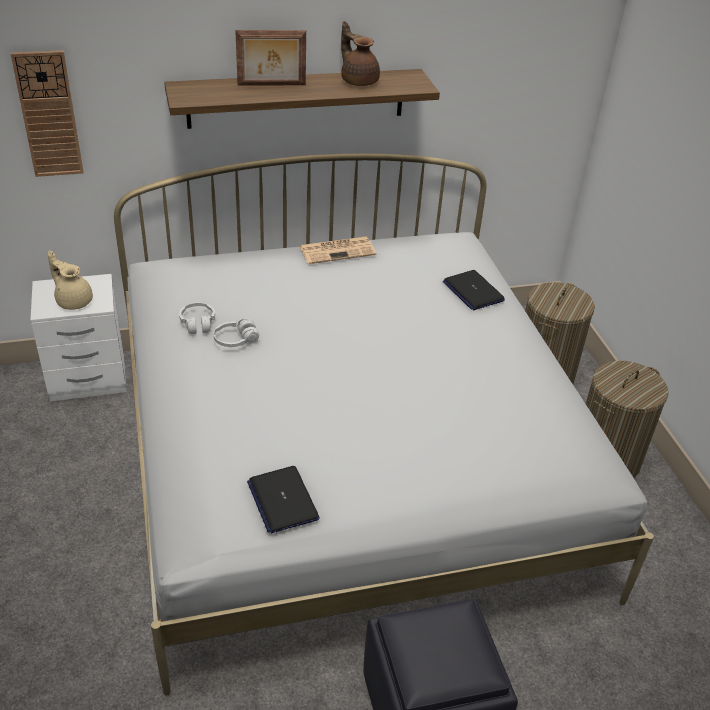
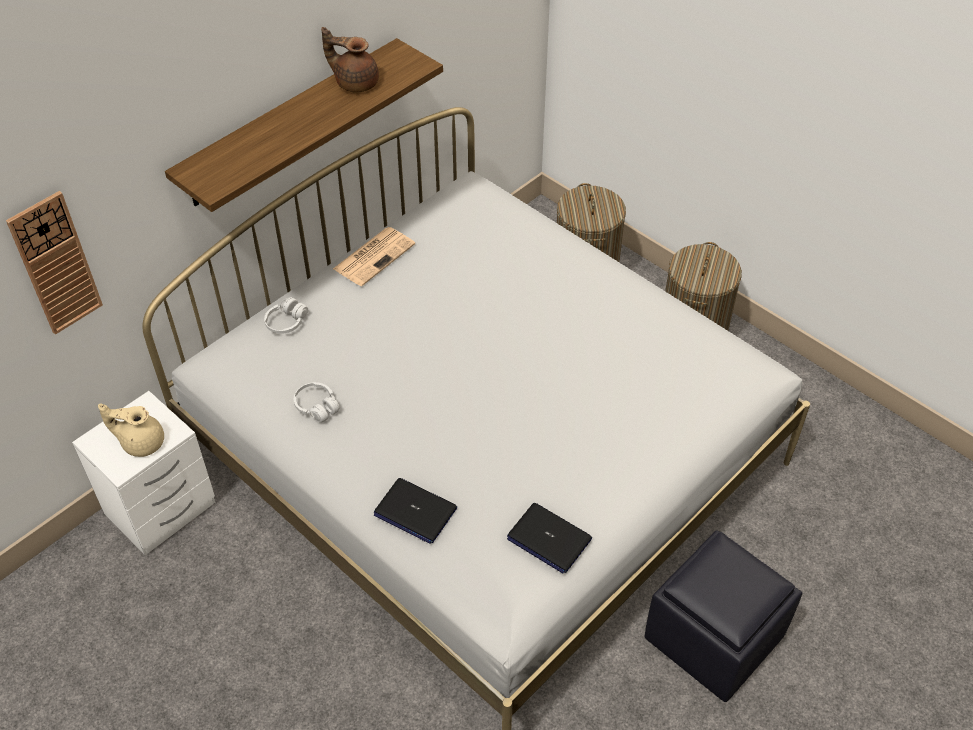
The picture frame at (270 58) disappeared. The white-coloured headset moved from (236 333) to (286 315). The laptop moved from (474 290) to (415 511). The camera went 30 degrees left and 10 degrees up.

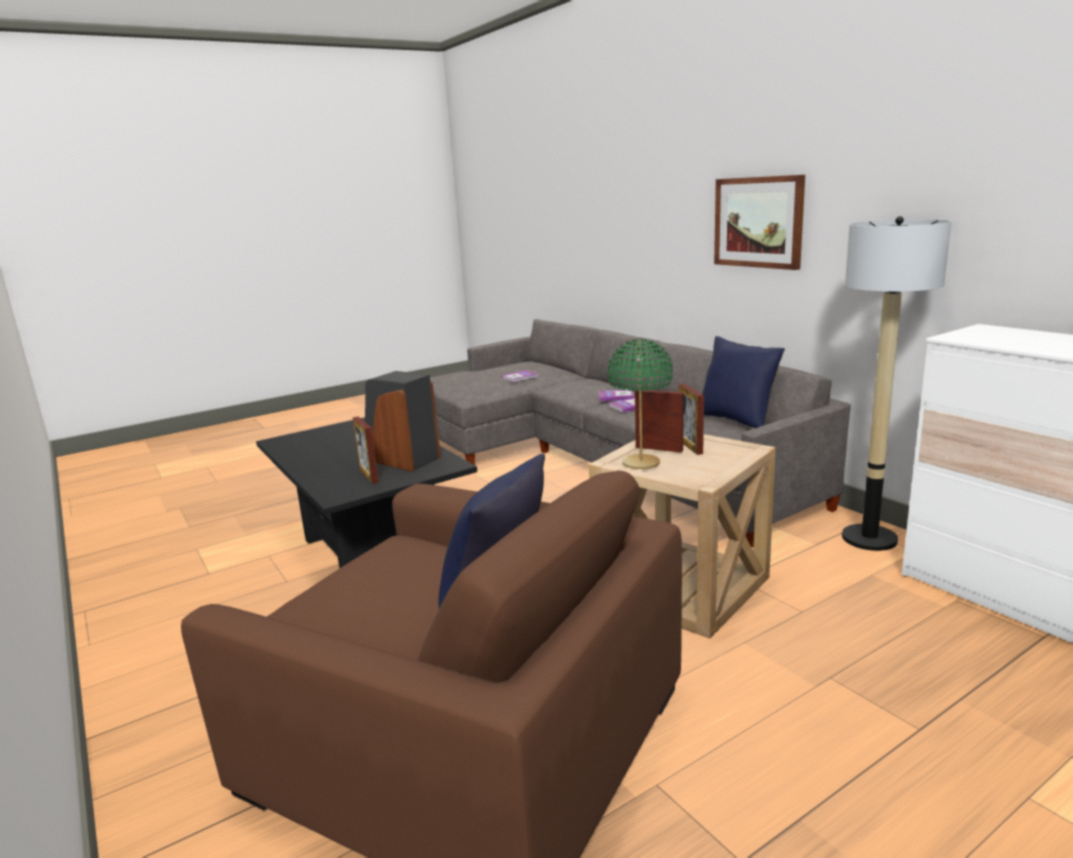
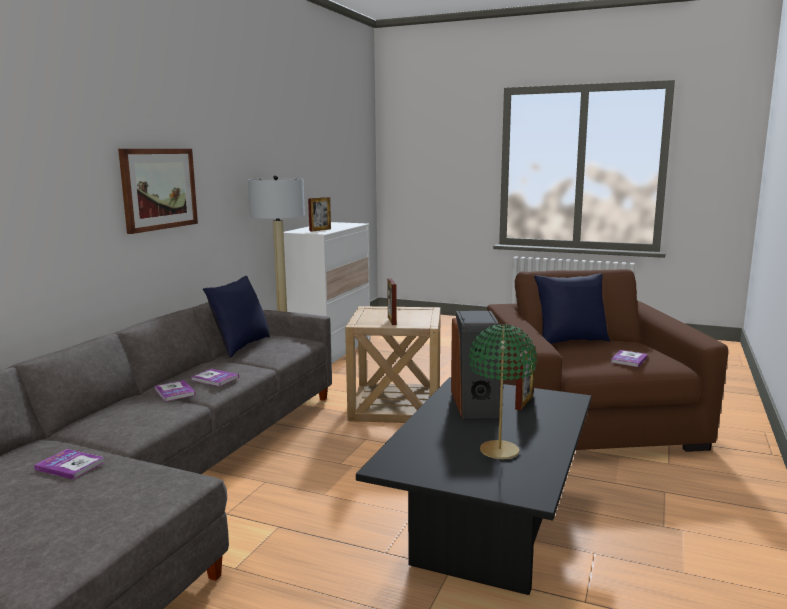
The volume at (629 358) appeared. The green-coloured tabletop lamp moved from (640 404) to (503 391). The picture frame moved from (691 419) to (319 214). The camera went 125 degrees left and 5 degrees down.

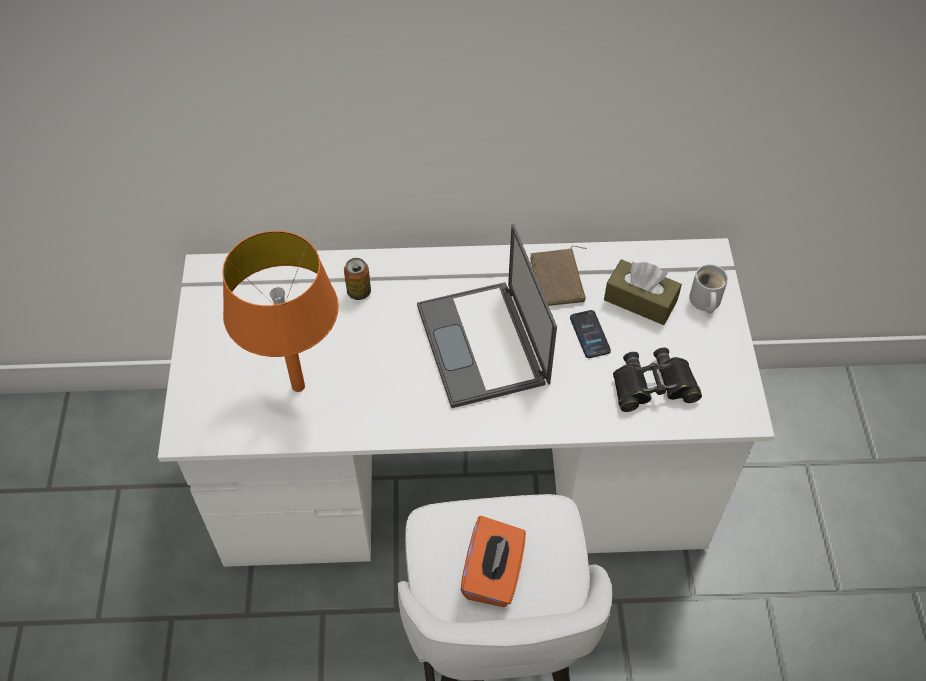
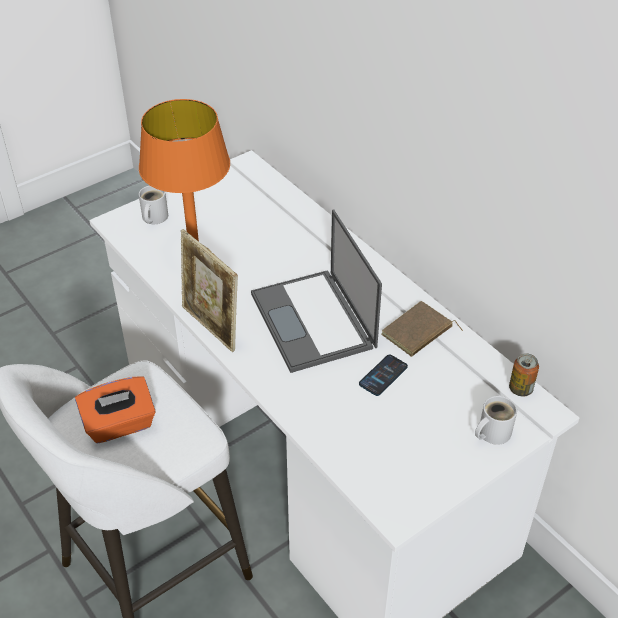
The brown tissue holder at (643 292) disappeared. The blackish binoculars at (657 380) disappeared. The white-coloured coffee mug at (153 204) appeared. The picture frame at (209 290) appeared. The can moved from (357 279) to (524 375). The laptop at (487 316) turned 60 degrees counterclockwise. The camera went 55 degrees right and 10 degrees down.

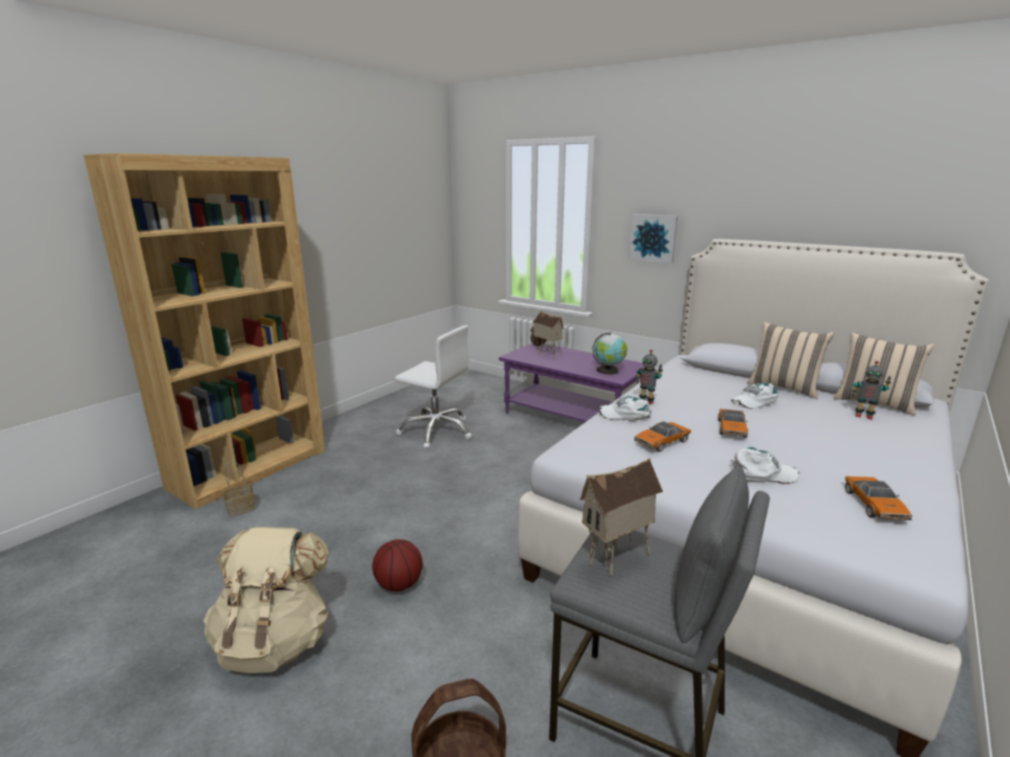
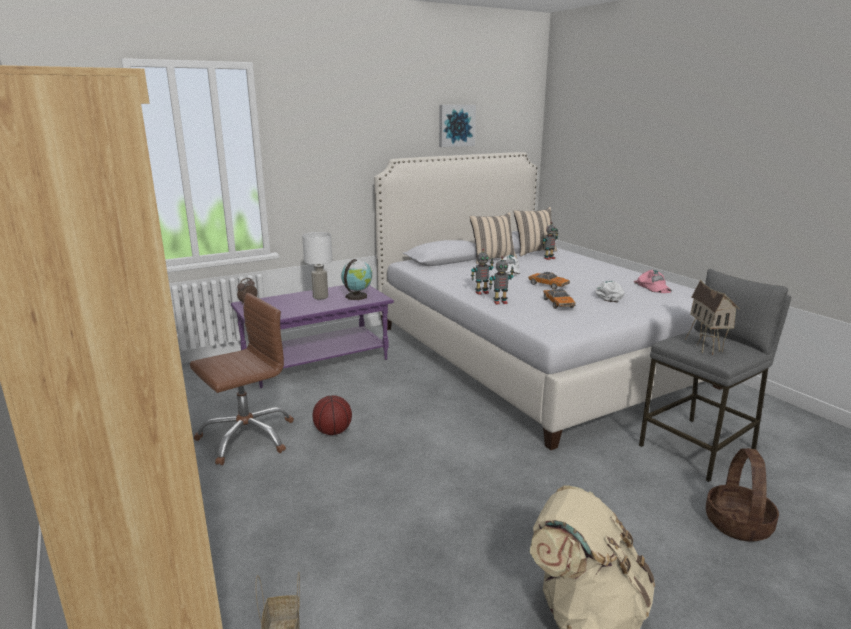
The miniature house at (548 335) disappeared. The white-coloured tabletop lamp at (317 265) appeared. The basketball moved from (397 565) to (332 415). The wall art moved from (653 239) to (457 126). The white-coloured baseball cap at (625 408) was replaced by the model robot at (501 280). The toy car at (879 498) was replaced by the pink-coloured baseball cap at (653 281). The white-coloured desk chair at (433 387) became the brown desk chair at (242 379). The camera went 65 degrees left and 0 degrees up.

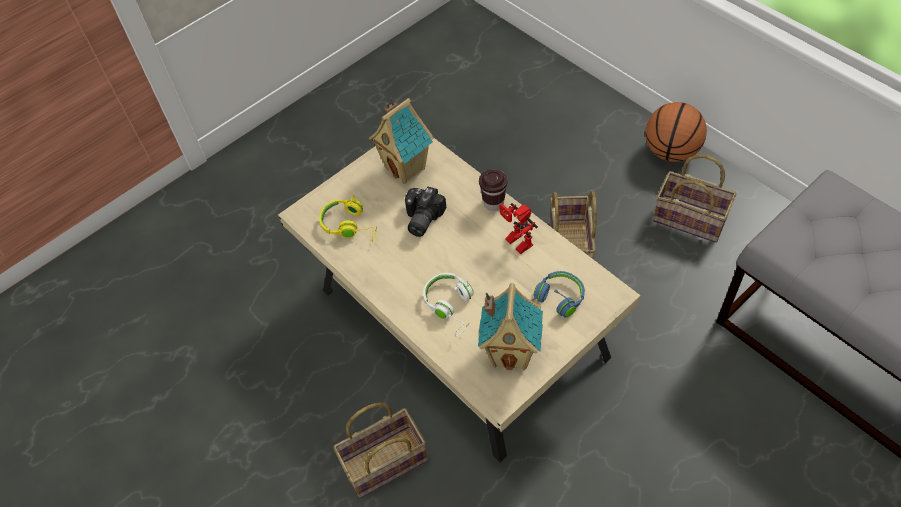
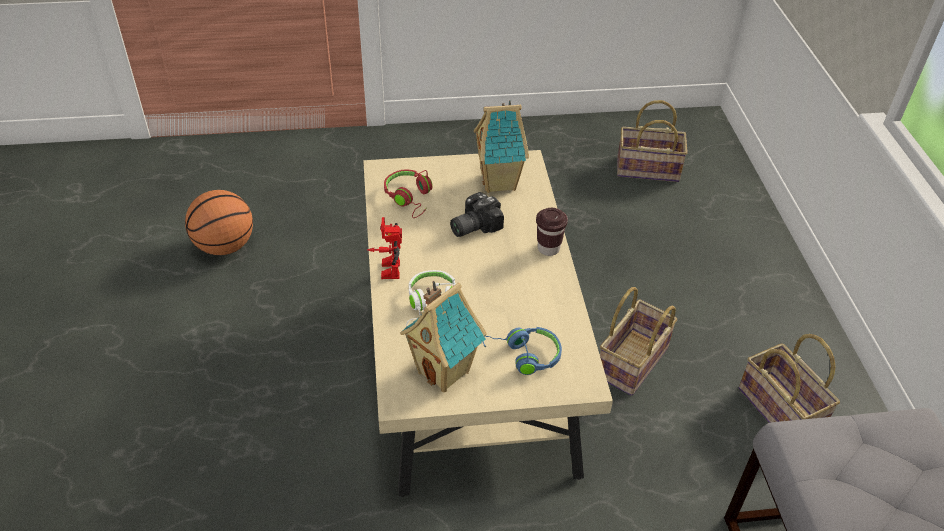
The basket moved from (380 450) to (652 141). The model robot moved from (519 228) to (384 248). The basketball moved from (676 132) to (219 222). The yellowish headset at (348 218) became the red headset at (408 193). The camera went 30 degrees right and 10 degrees down.

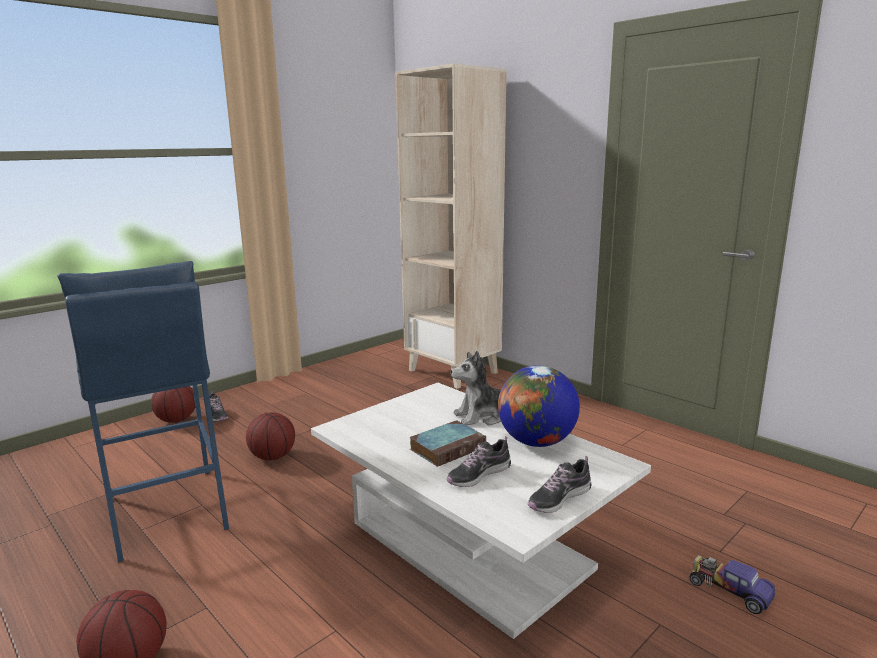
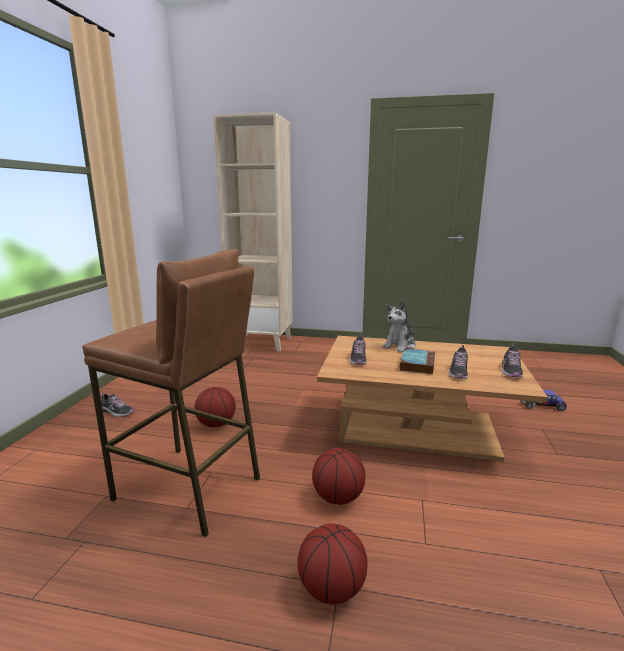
The world globe at (539 406) disappeared. The low shoe at (358 349) appeared. The basketball moved from (173 404) to (339 476). The blue-coloured sitting stool at (143 412) became the brown sitting stool at (171 393). The white-coloured coffee table at (481 511) became the brown coffee table at (432 399). The camera went 35 degrees left and 0 degrees up.

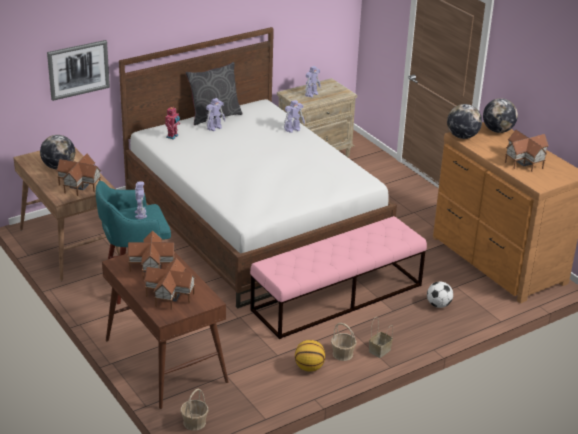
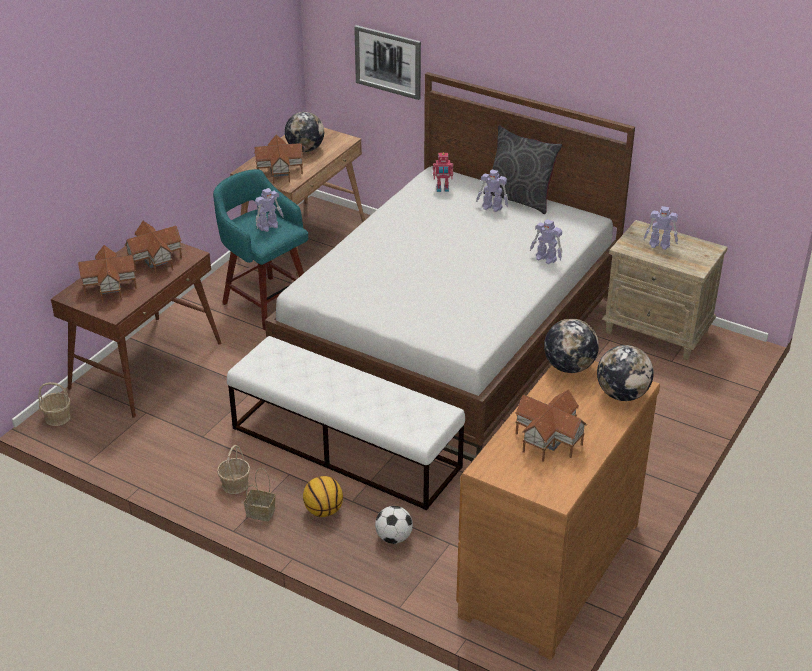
The basketball moved from (310 356) to (323 496). The pink-coloured long seat at (338 277) became the white-coloured long seat at (346 423). The camera went 65 degrees right and 5 degrees up.

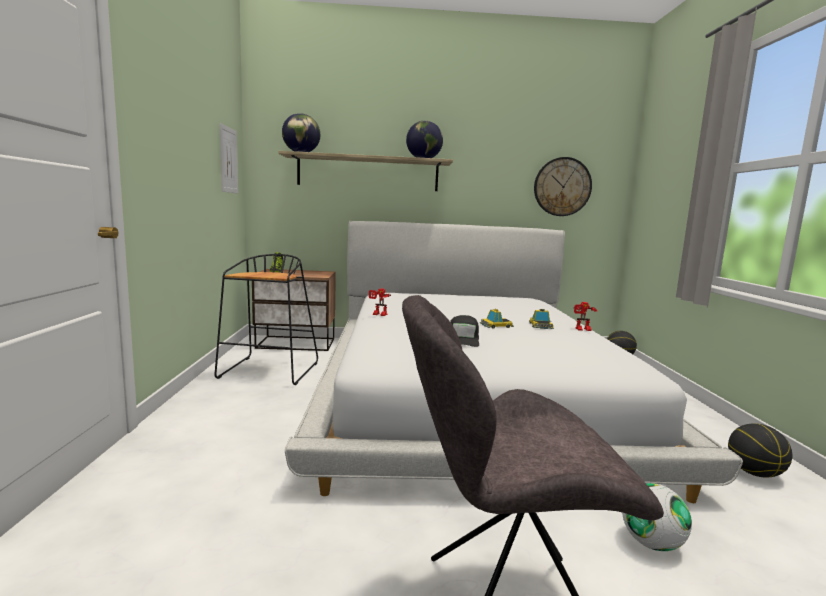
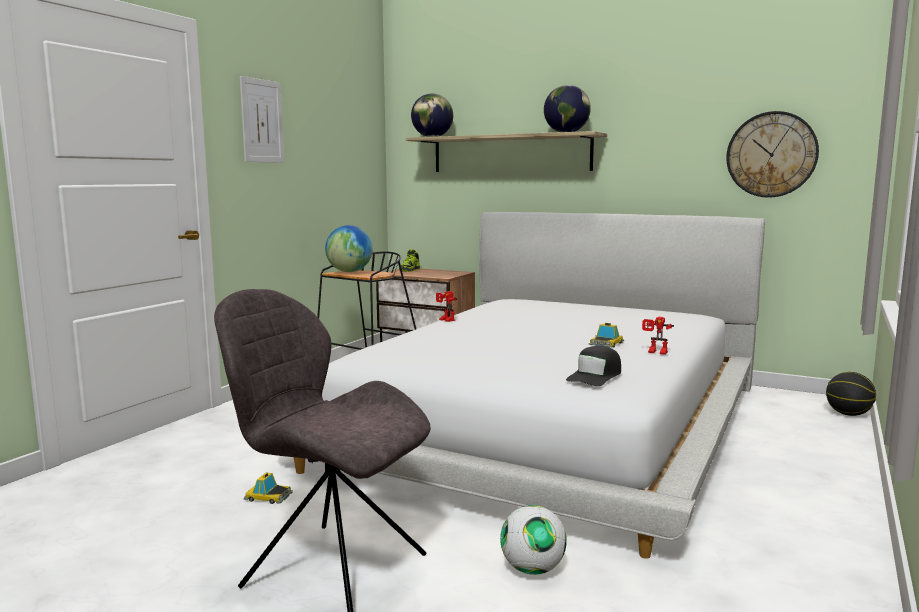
The basketball at (760 450) disappeared. The world globe at (349 248) appeared. The wall art moved from (228 158) to (262 119). The blackish baseball cap moved from (464 331) to (593 366). The toy car moved from (497 318) to (268 488). The camera went 30 degrees right and 0 degrees up.

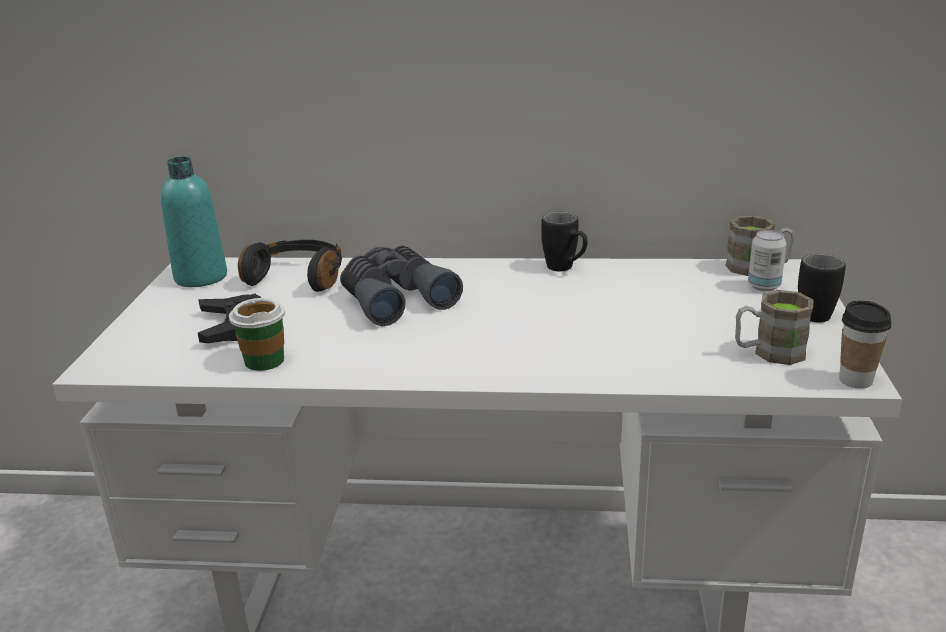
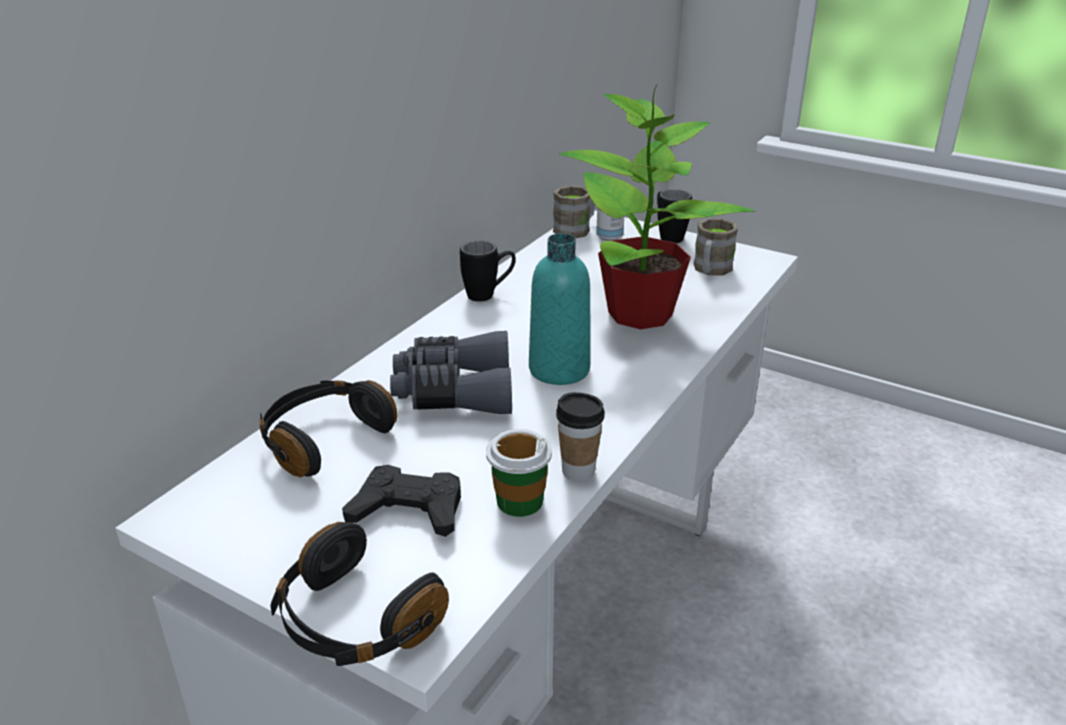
The blackish headset at (359 594) appeared. The houseplant at (657 207) appeared. The blue-green bottle moved from (194 222) to (560 309). The drinking cup moved from (865 344) to (580 436). The camera went 65 degrees left and 5 degrees up.

